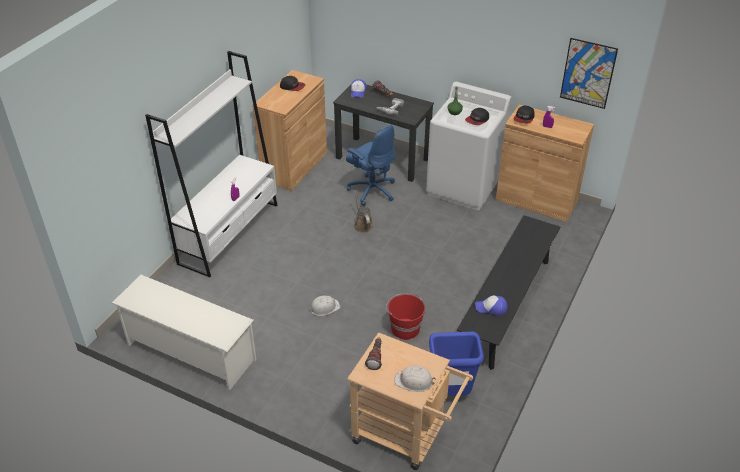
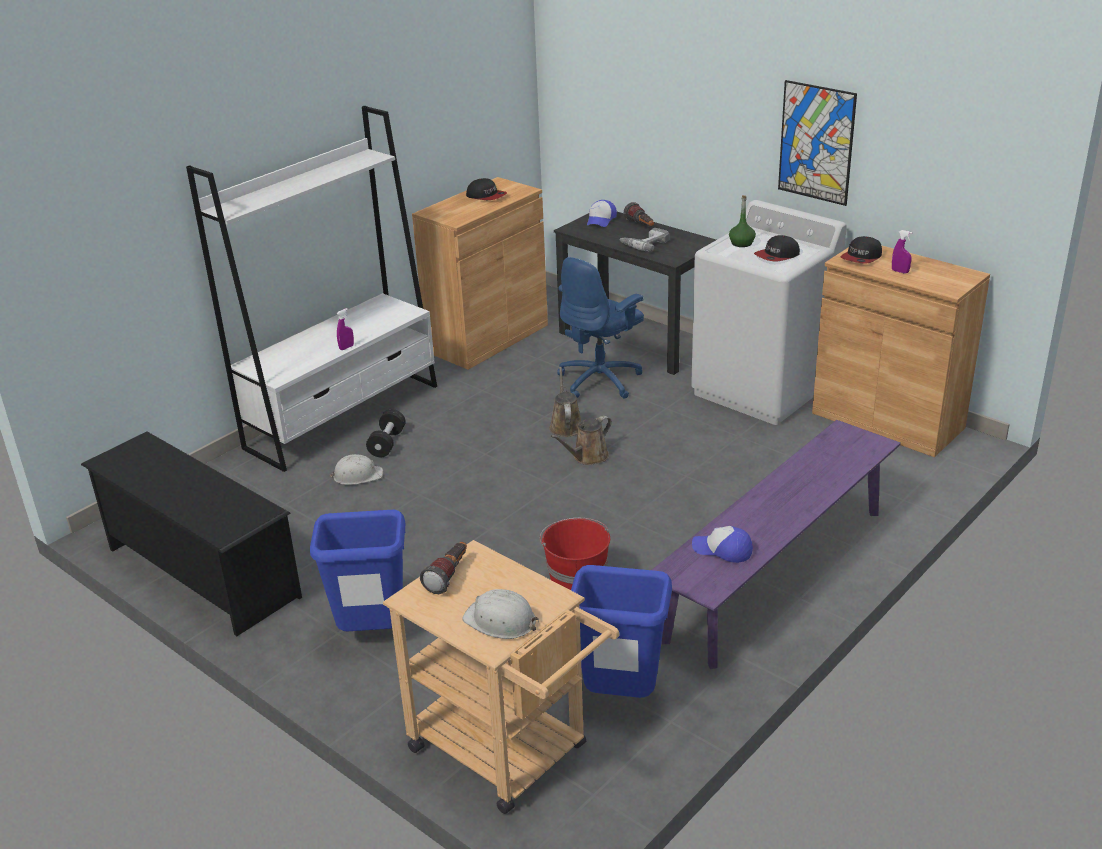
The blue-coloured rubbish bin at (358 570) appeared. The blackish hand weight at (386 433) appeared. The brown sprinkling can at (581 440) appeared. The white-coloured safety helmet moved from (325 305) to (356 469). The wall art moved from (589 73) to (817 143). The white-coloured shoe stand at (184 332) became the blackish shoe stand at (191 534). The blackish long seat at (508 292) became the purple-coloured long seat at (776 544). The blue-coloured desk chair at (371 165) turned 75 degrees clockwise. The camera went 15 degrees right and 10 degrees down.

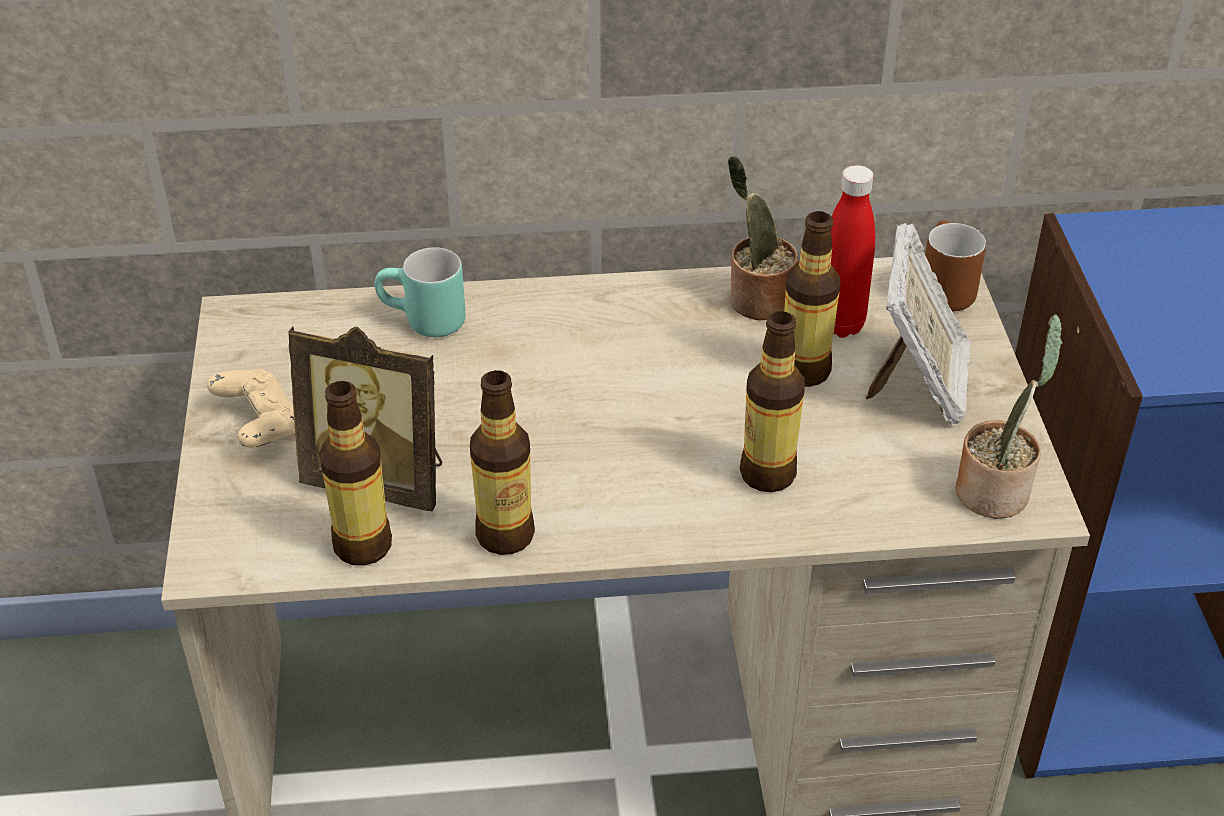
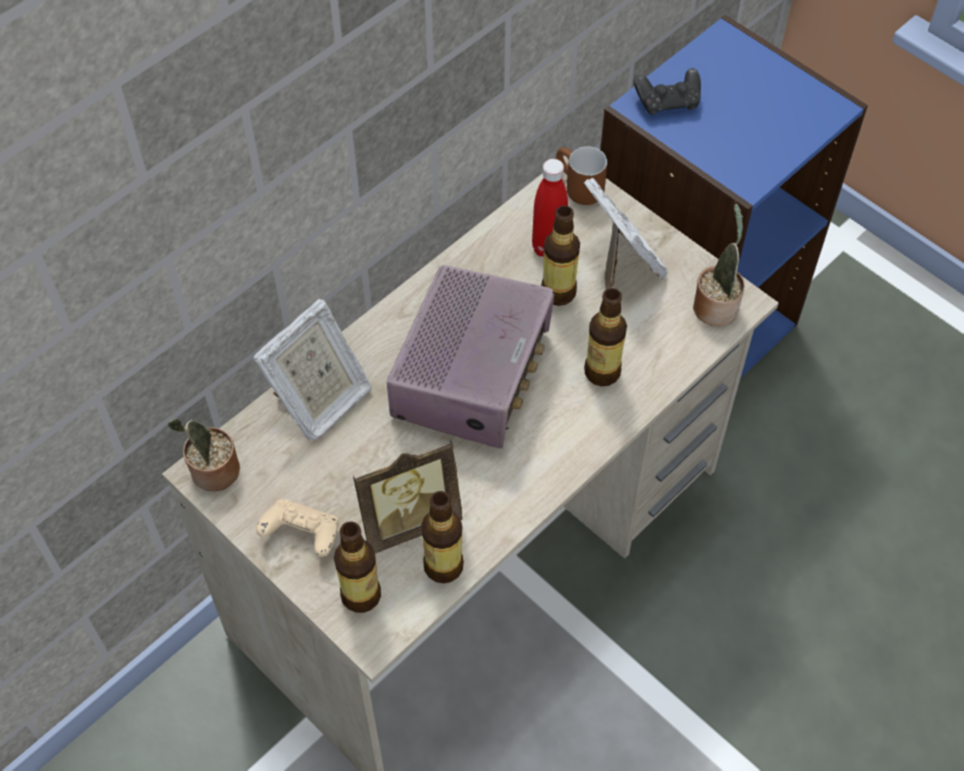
The radio at (470 356) appeared. The blackish joypad at (667 91) appeared. The bottle moved from (502 462) to (357 567). The houseplant moved from (763 238) to (203 454). The blue-green coffee mug at (420 292) was replaced by the picture frame at (312 369). The camera went 40 degrees left and 15 degrees up.

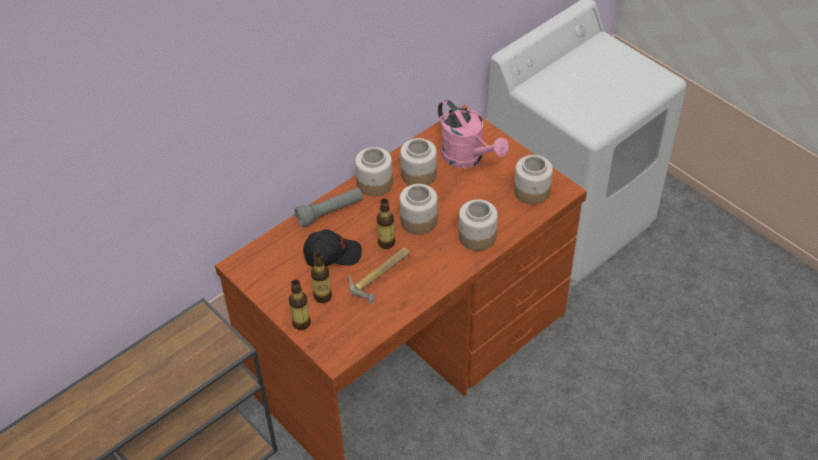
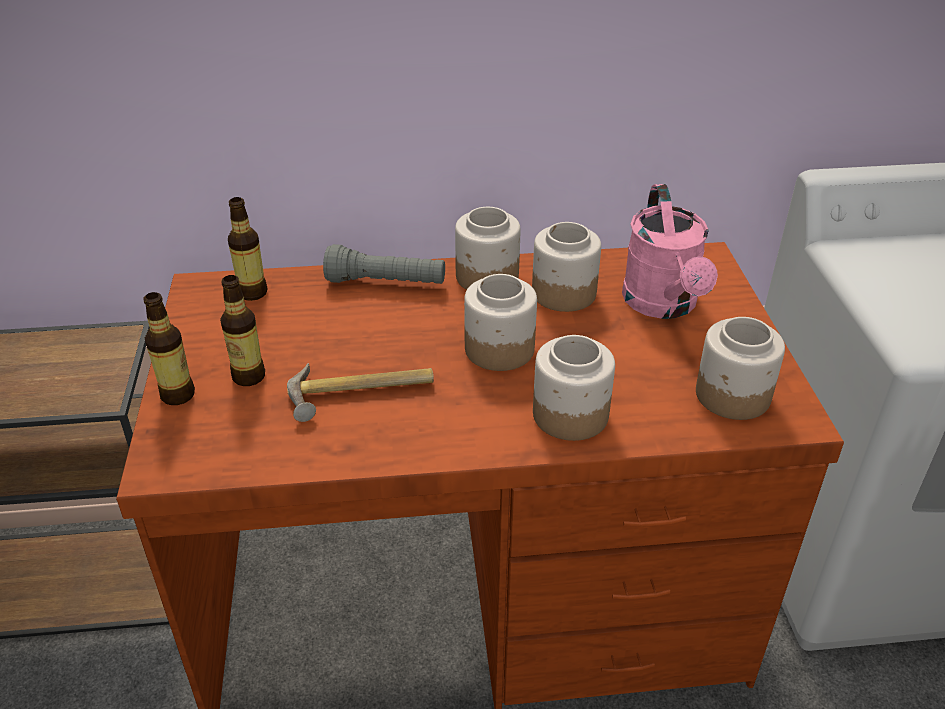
The blackish baseball cap at (332 248) disappeared. The bottle moved from (386 224) to (248 249). The camera went 35 degrees right and 10 degrees down.

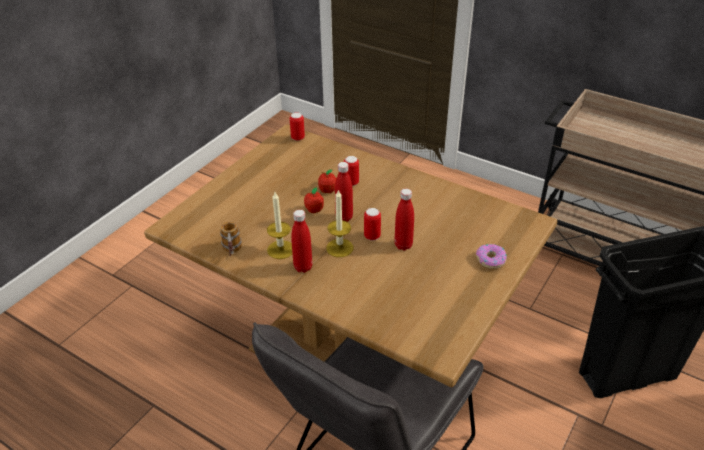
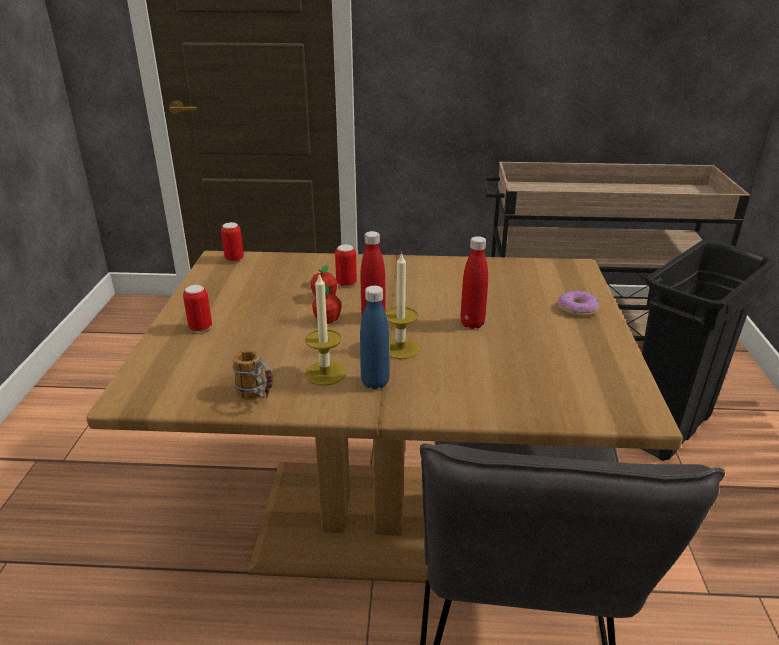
The can moved from (372 224) to (197 308). The red bottle at (301 241) became the blue-coloured bottle at (374 337). The camera went 30 degrees left and 10 degrees down.

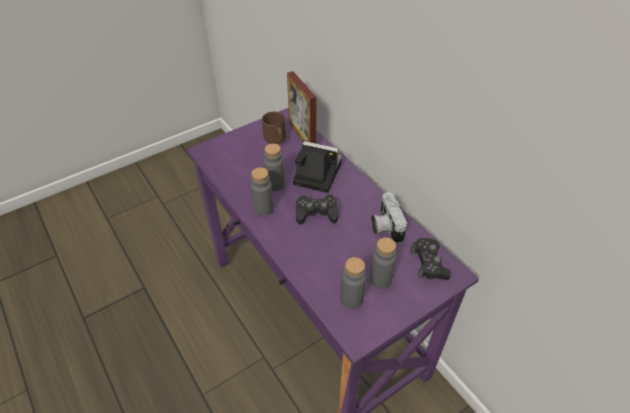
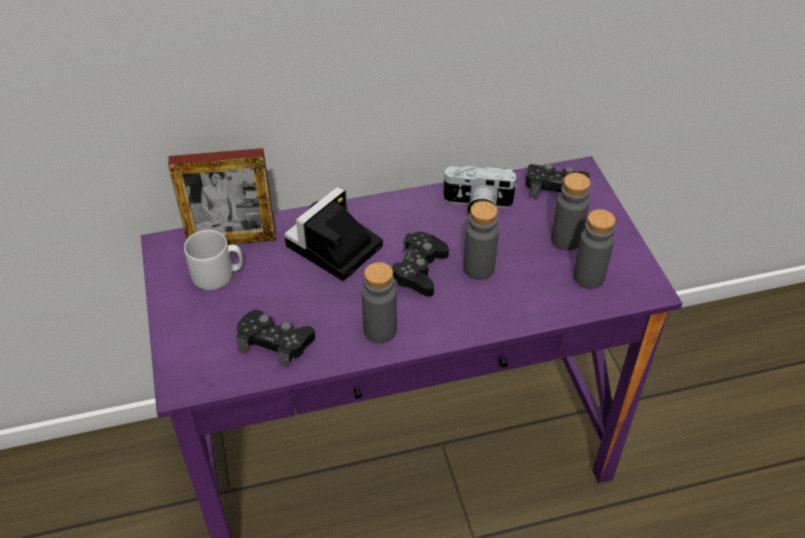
The blackish joypad at (275 339) appeared. The greyish bottle moved from (274 167) to (481 240). The brown coffee mug at (274 128) became the greyish coffee mug at (213 260). The camera went 70 degrees left and 0 degrees up.

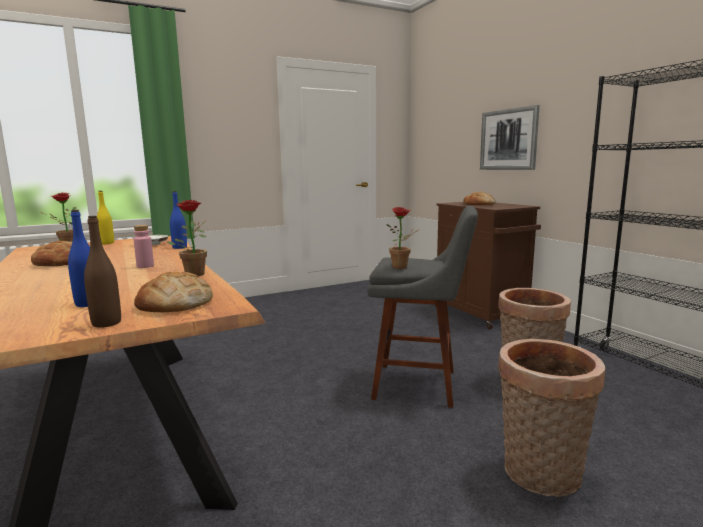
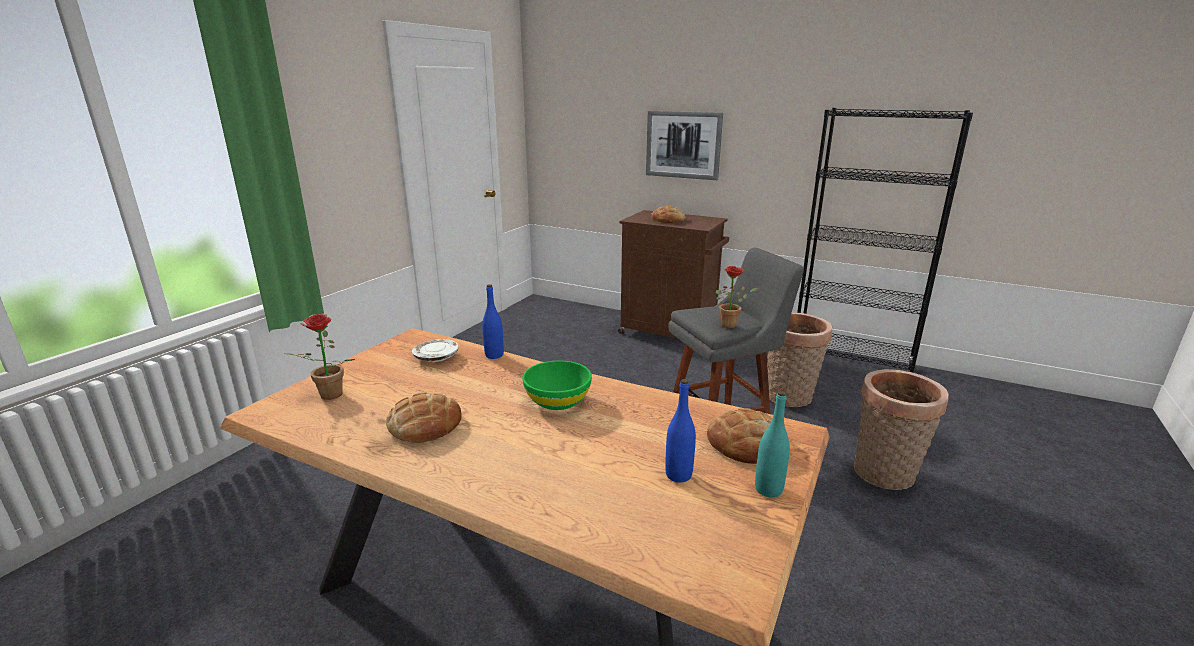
The yellowish bottle at (105 217) disappeared. The houseplant at (186 238) disappeared. The pink-coloured bottle at (144 246) was replaced by the green-coloured serving bowl at (557 385). The brown bottle at (102 272) became the blue-green bottle at (772 444). The camera went 35 degrees left and 10 degrees up.

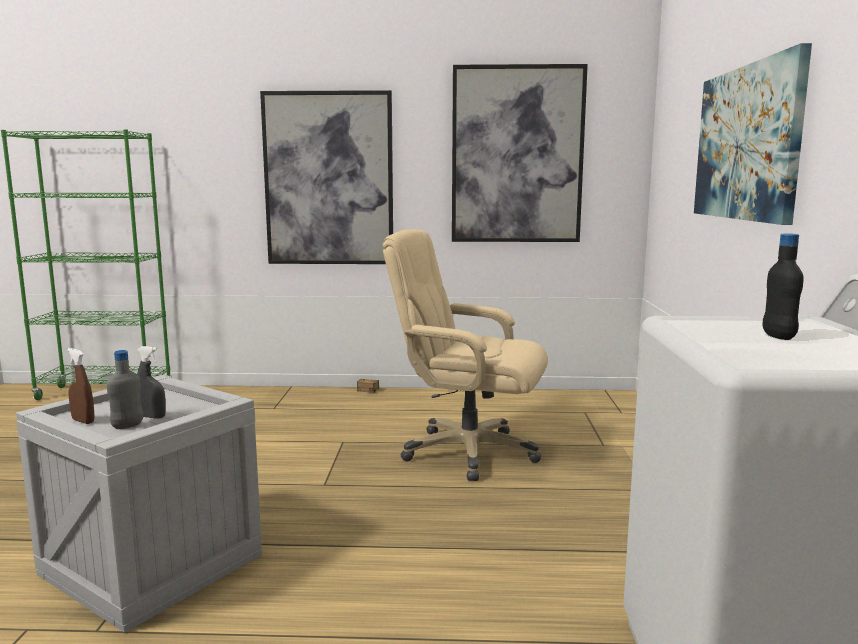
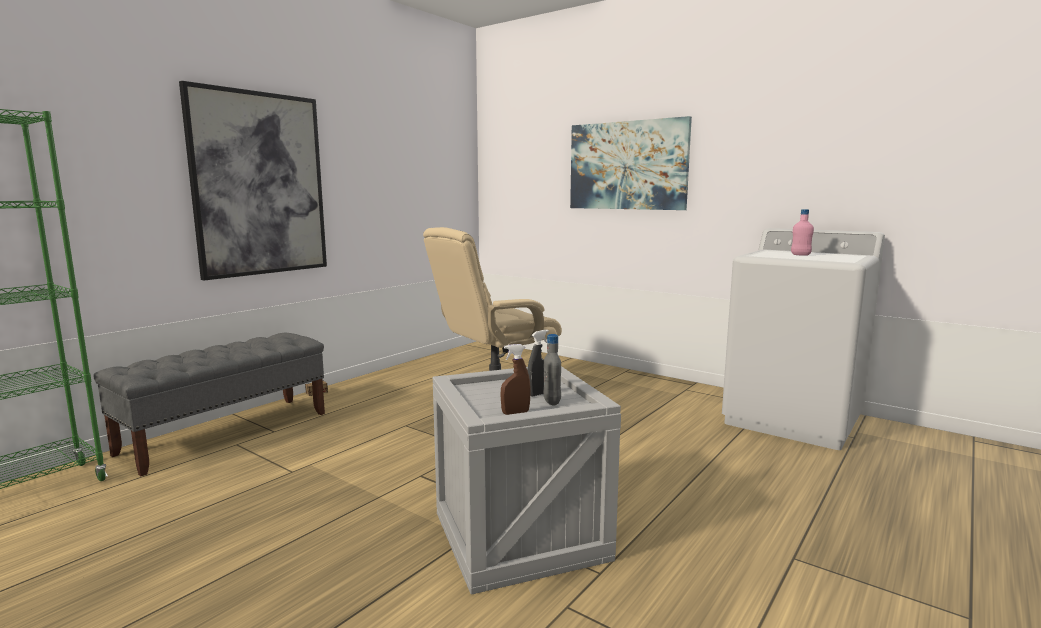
The wall art at (520 153) disappeared. The greyish long seat at (209 404) appeared. The blackish bottle at (783 286) became the pink-coloured bottle at (802 232). The camera went 55 degrees left and 0 degrees up.

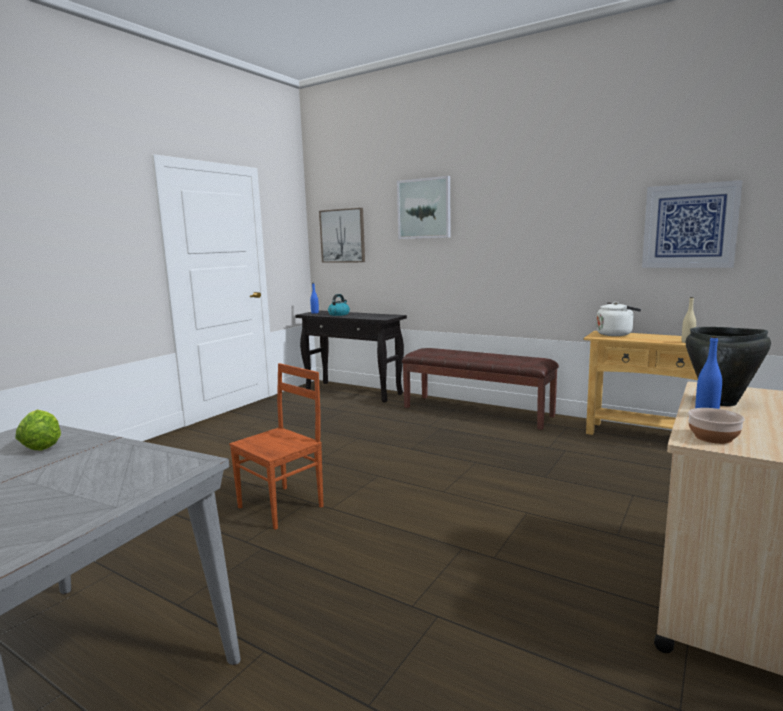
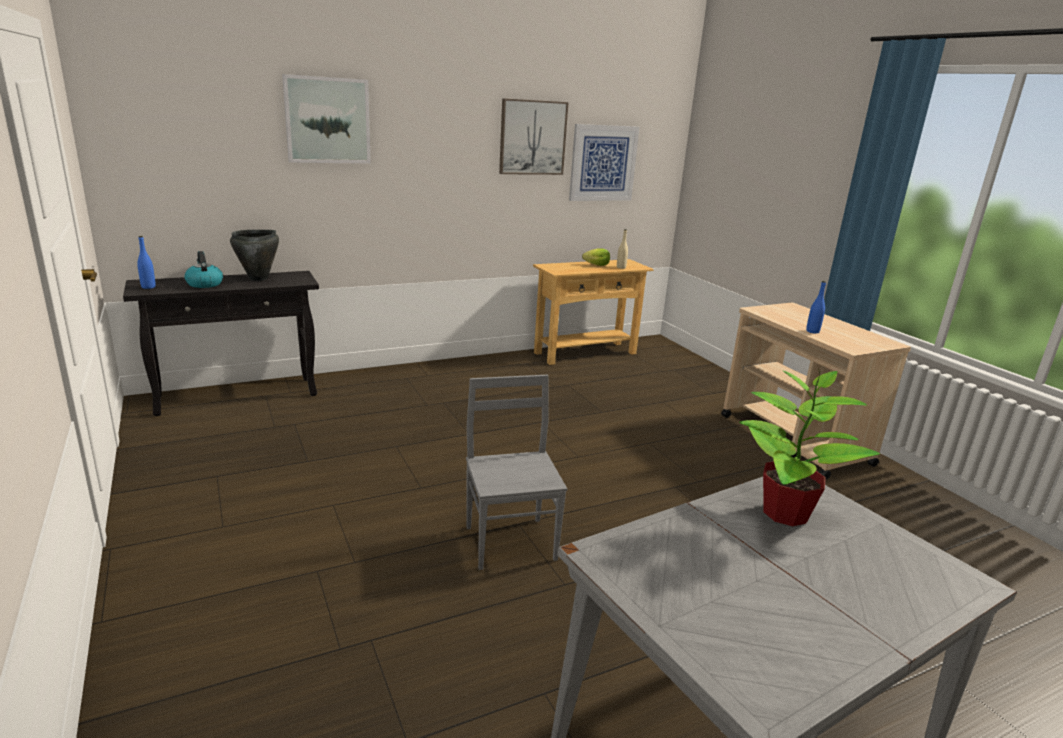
The brown long seat at (480 389) disappeared. The white-coloured water kettle at (618 319) disappeared. The serving bowl at (716 426) disappeared. The houseplant at (809 448) appeared. The lettuce moved from (38 430) to (596 257). The wall art moved from (342 235) to (534 136). The blackish saucepot moved from (728 366) to (254 255). The brown plain chair at (276 446) became the greyish plain chair at (516 472). The camera went 60 degrees left and 10 degrees up.

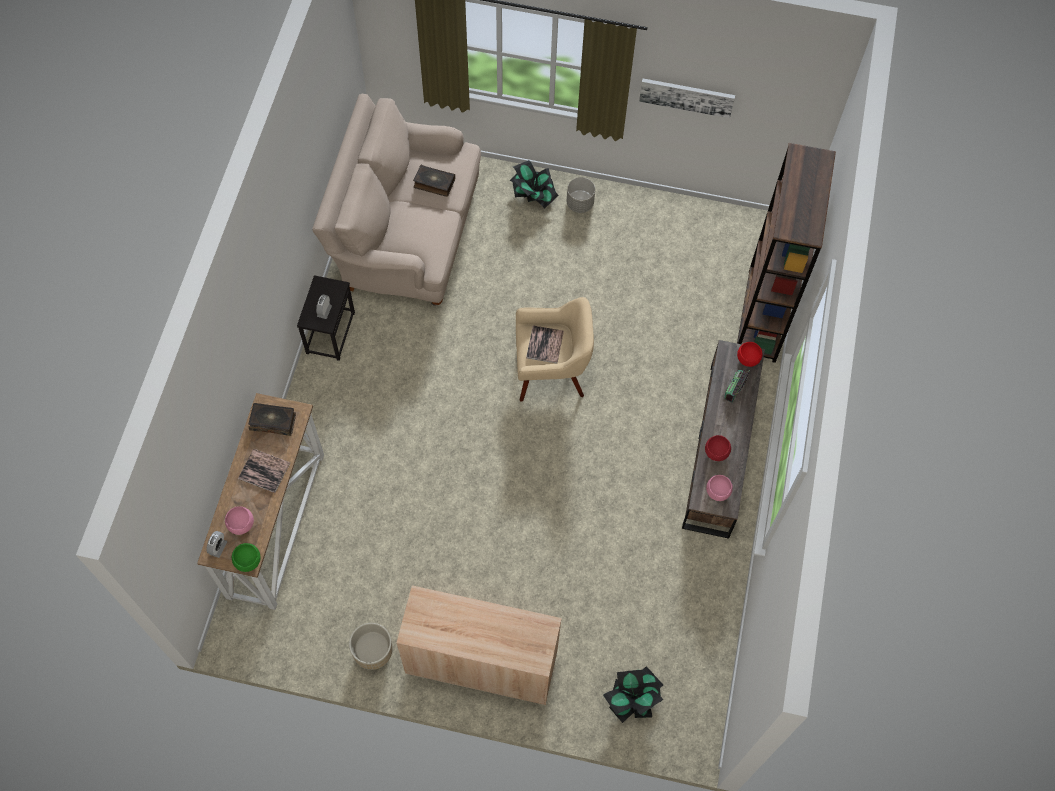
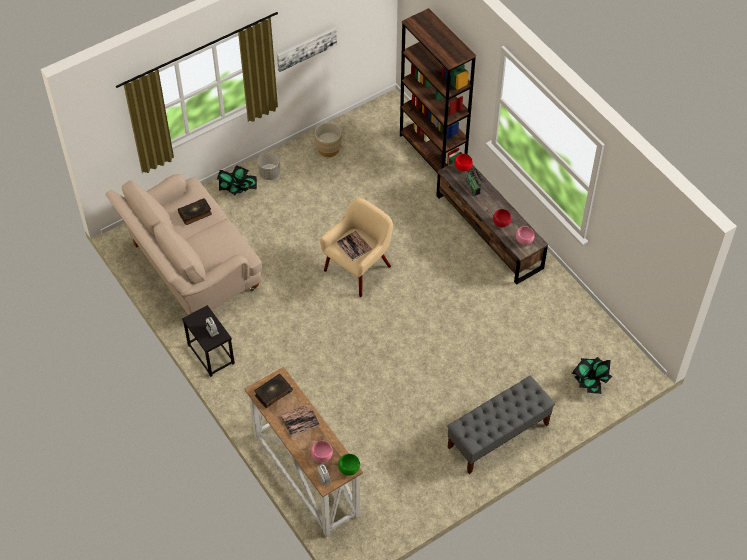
The beige plant pot moved from (371 646) to (328 139). The beige cabinet at (479 645) was replaced by the greyish long seat at (501 425). The camera went 45 degrees left and 10 degrees down.

